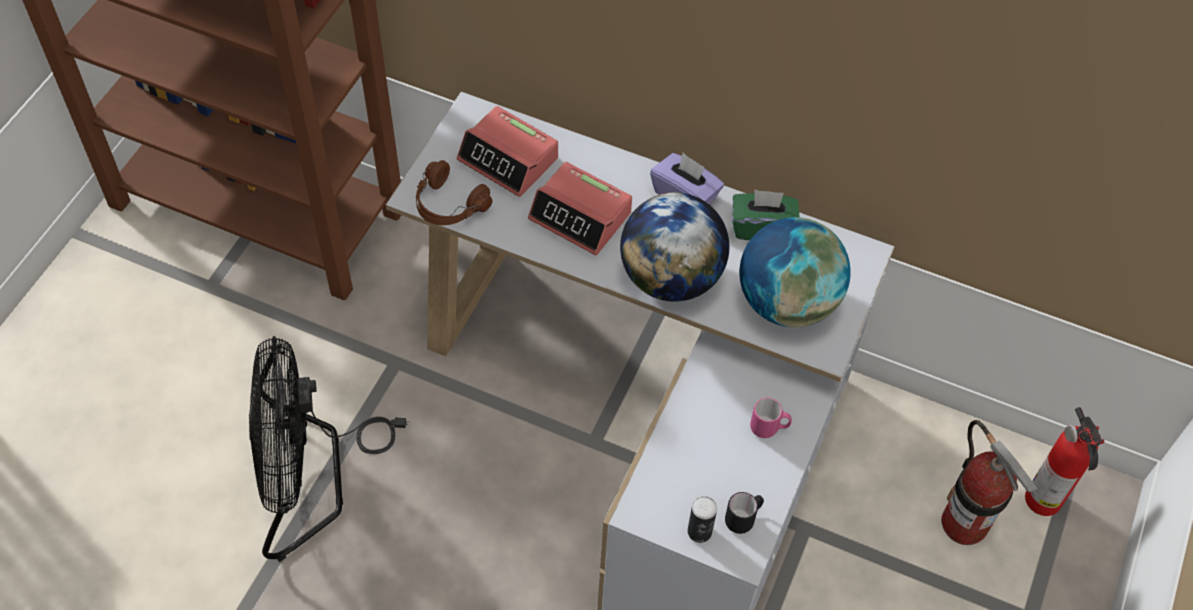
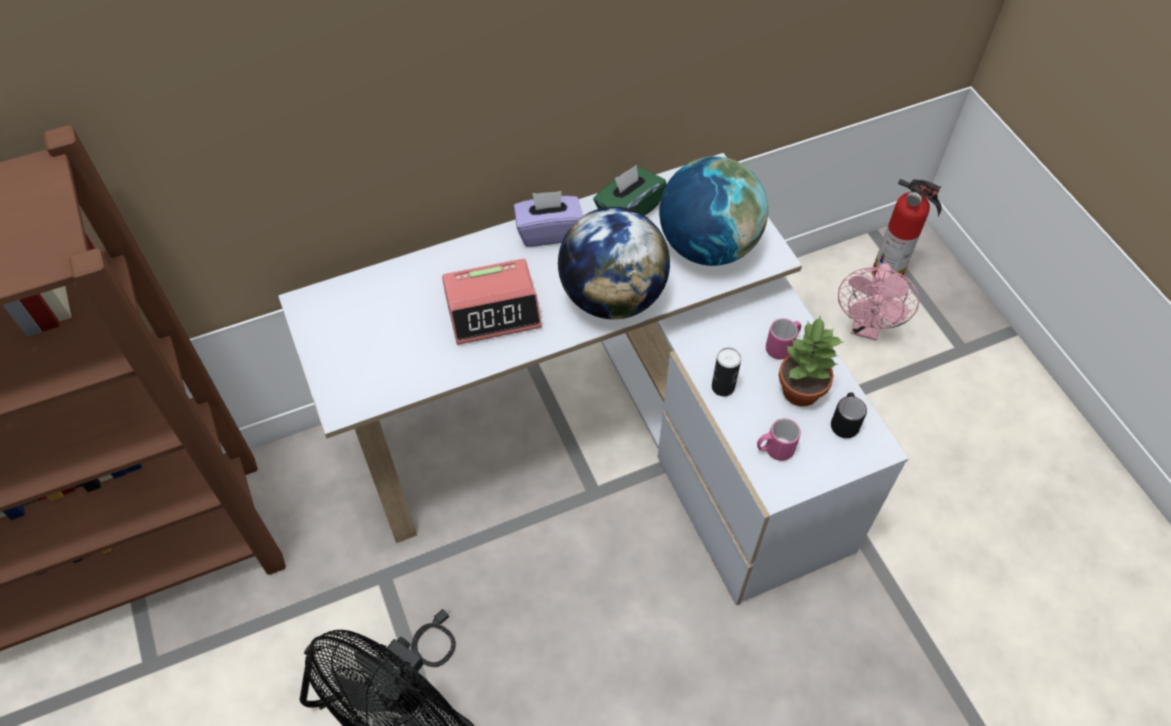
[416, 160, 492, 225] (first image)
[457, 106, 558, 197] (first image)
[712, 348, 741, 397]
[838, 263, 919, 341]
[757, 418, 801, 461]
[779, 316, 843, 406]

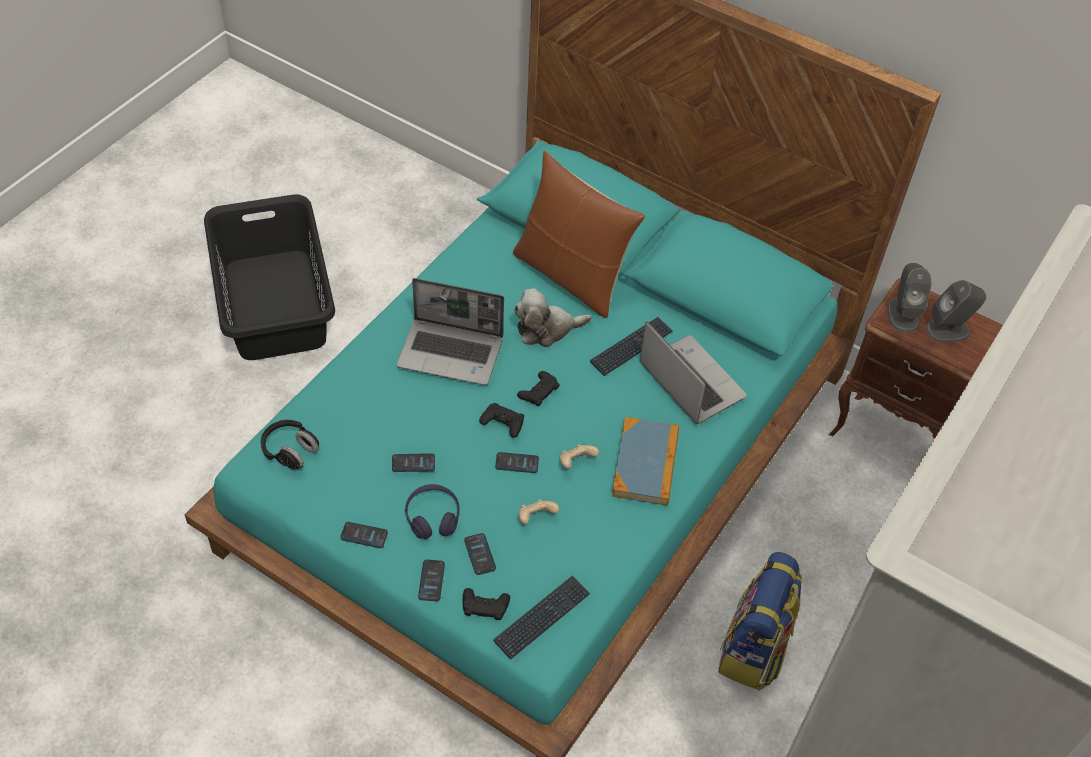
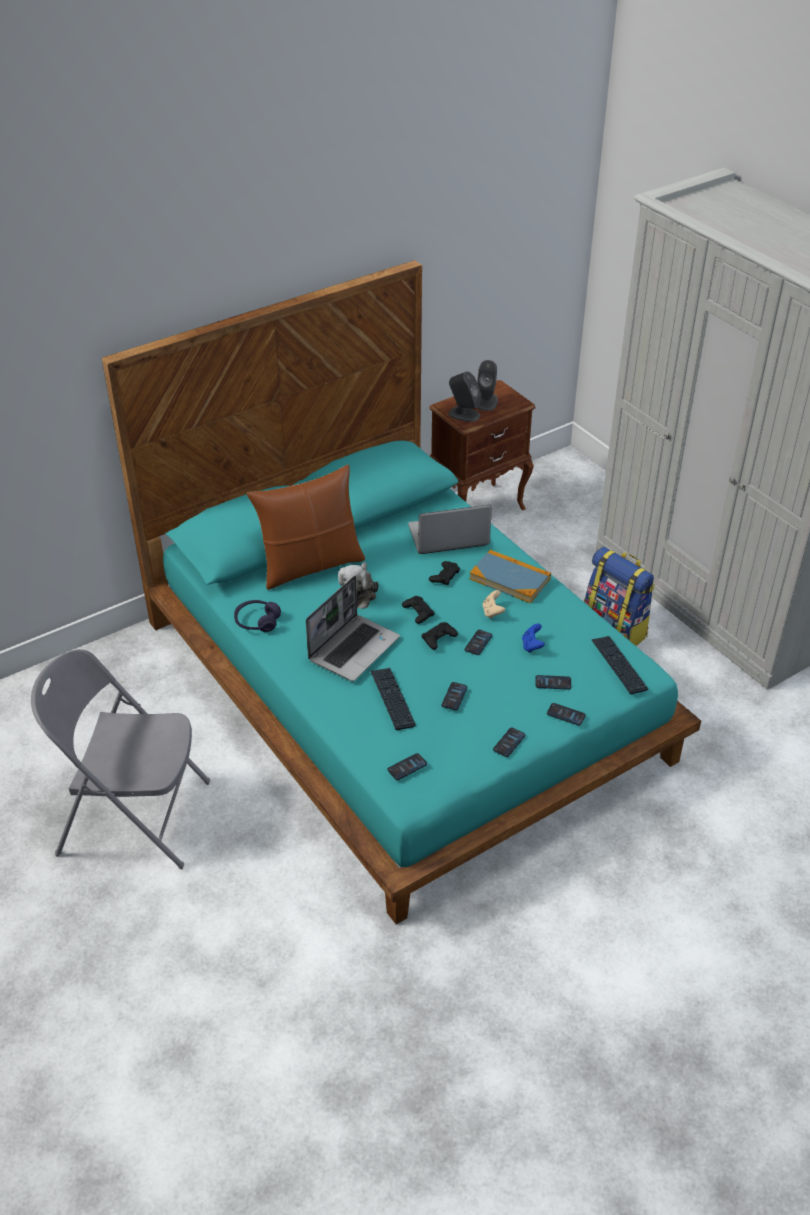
[31, 649, 210, 869]
[387, 753, 427, 780]
[234, 600, 281, 632]
[429, 561, 460, 585]
[522, 624, 545, 653]
[371, 668, 416, 730]

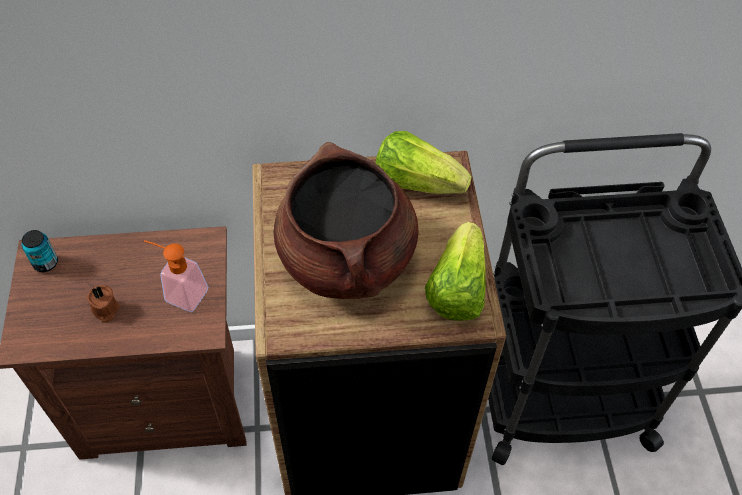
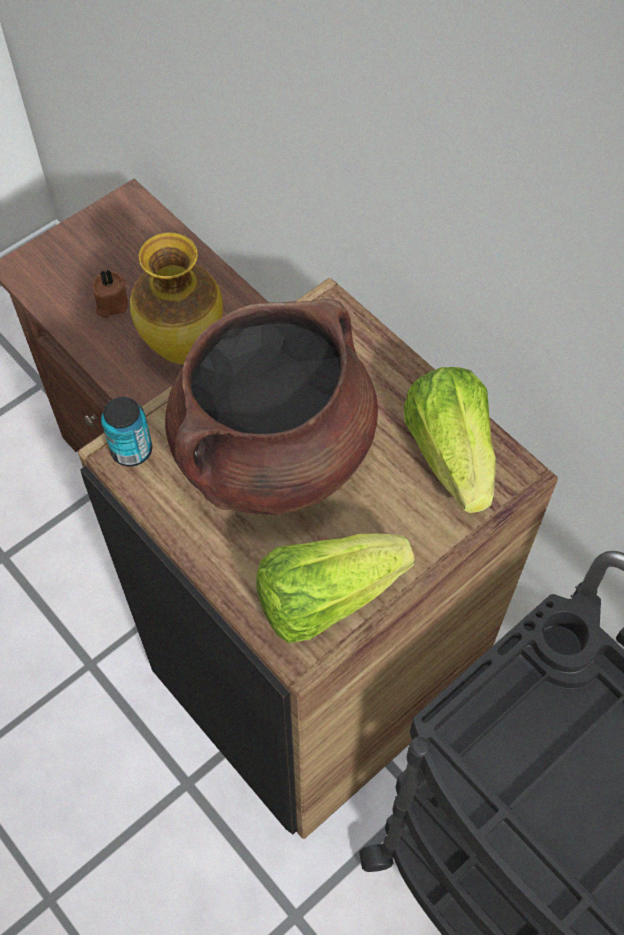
[101, 397, 152, 466]
[130, 233, 223, 364]

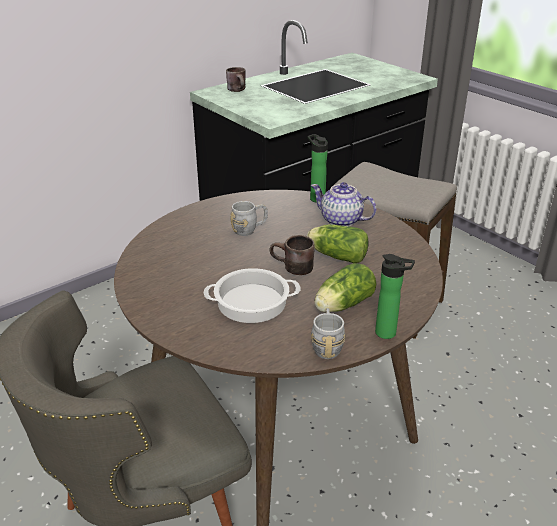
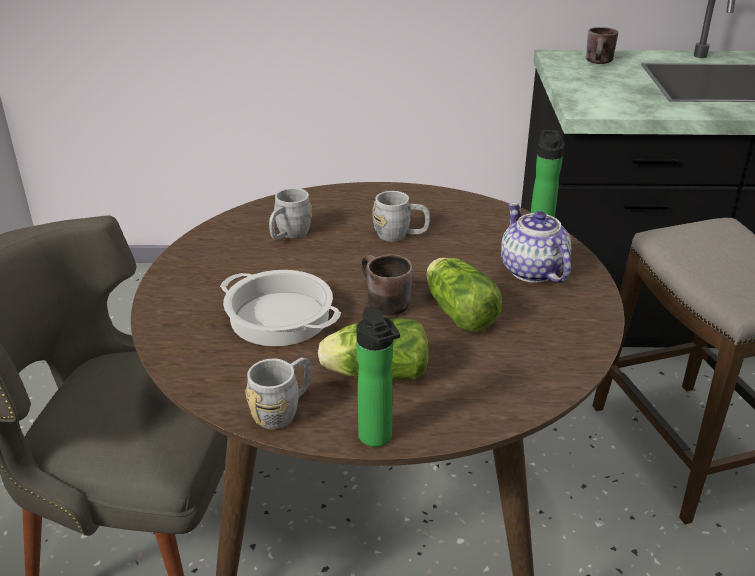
[269, 188, 312, 240]

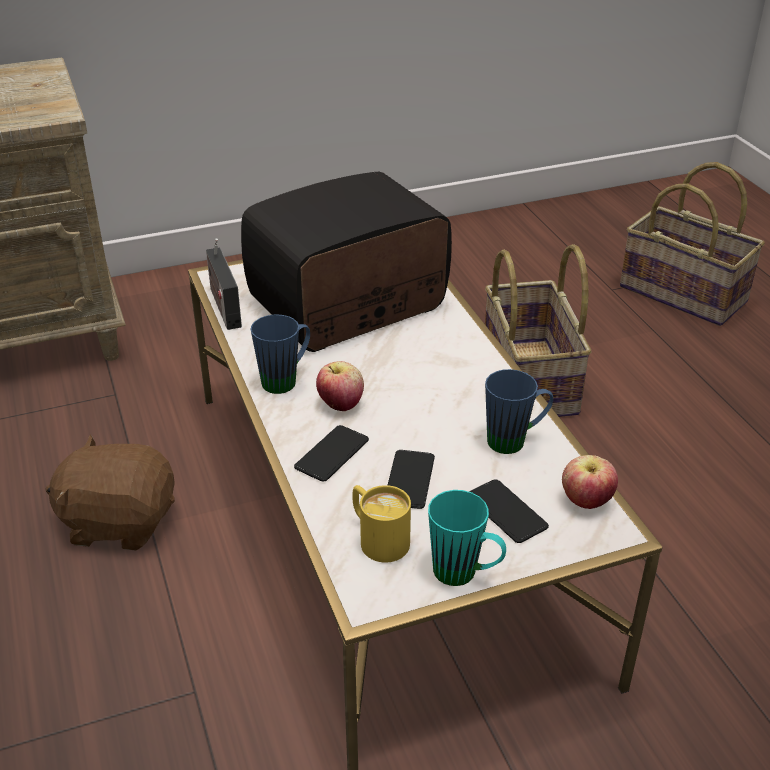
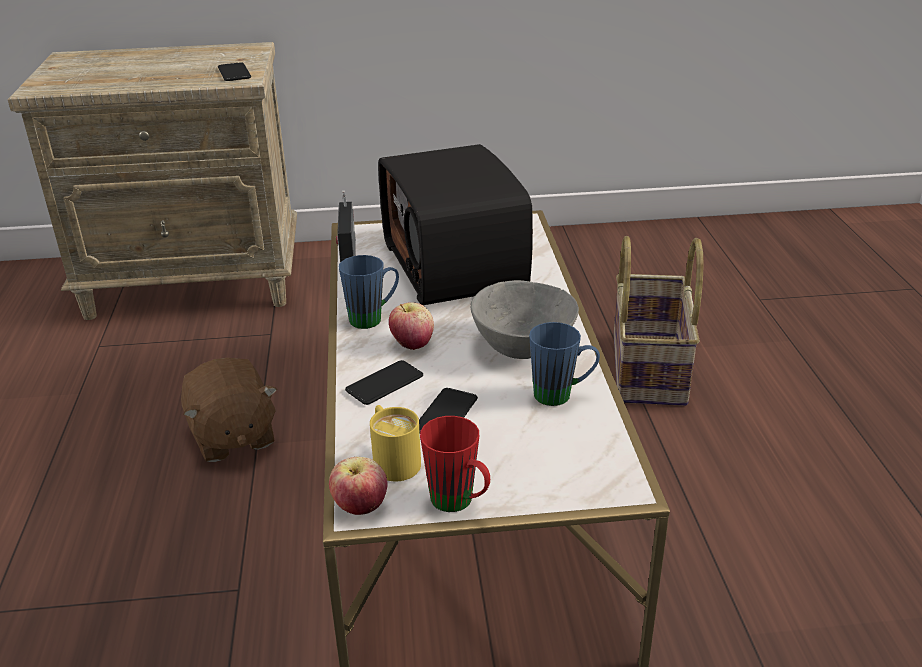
[181, 358, 277, 462]
[378, 144, 533, 305]
[420, 416, 490, 512]
[218, 62, 251, 81]
[329, 457, 387, 515]
[620, 162, 765, 326] (first image)
[470, 280, 579, 359]

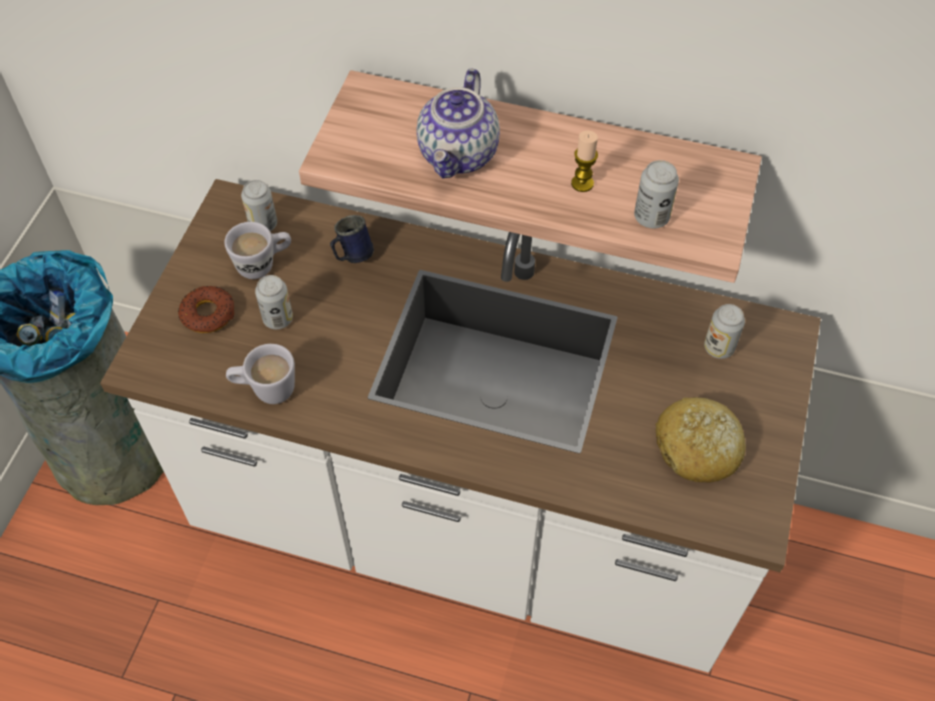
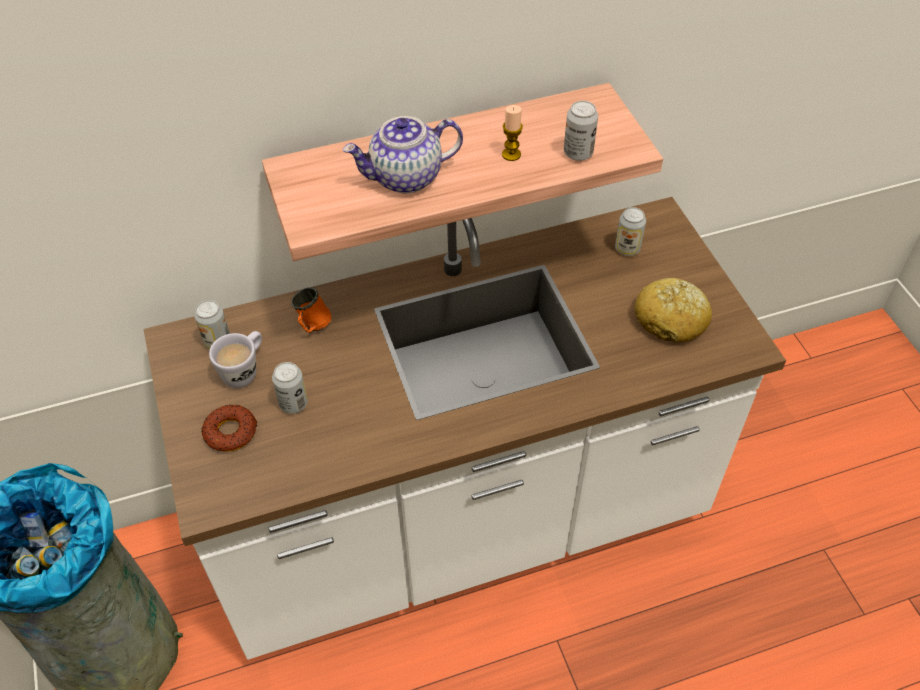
[226, 344, 295, 404] (first image)
[291, 287, 332, 333]
[343, 116, 463, 193]

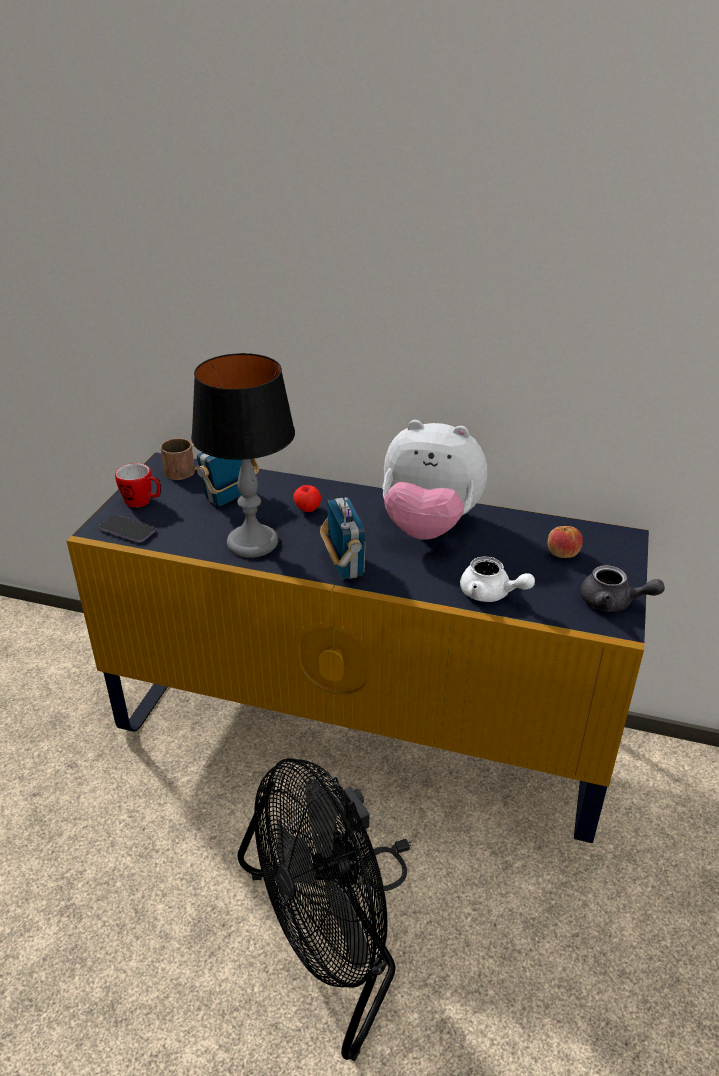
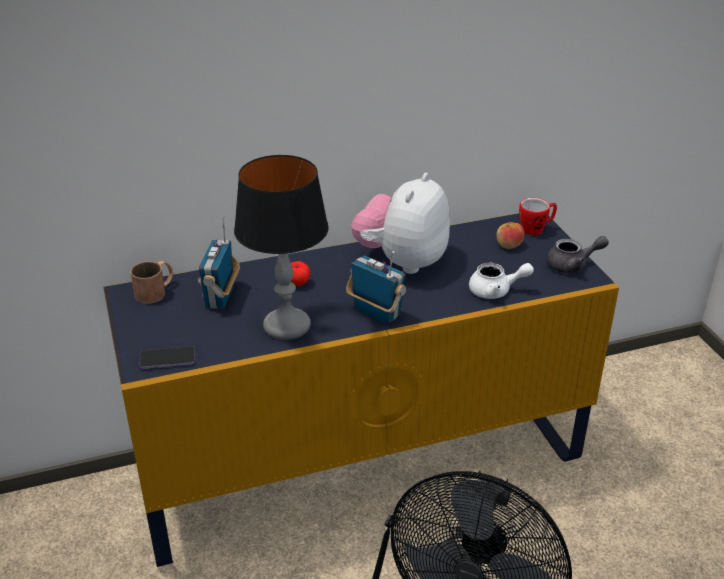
[519, 198, 557, 236]
[351, 173, 450, 274]

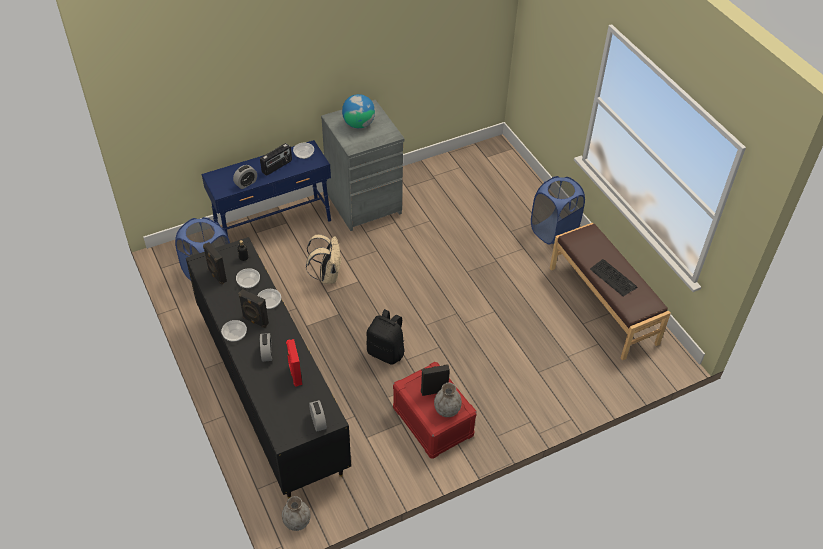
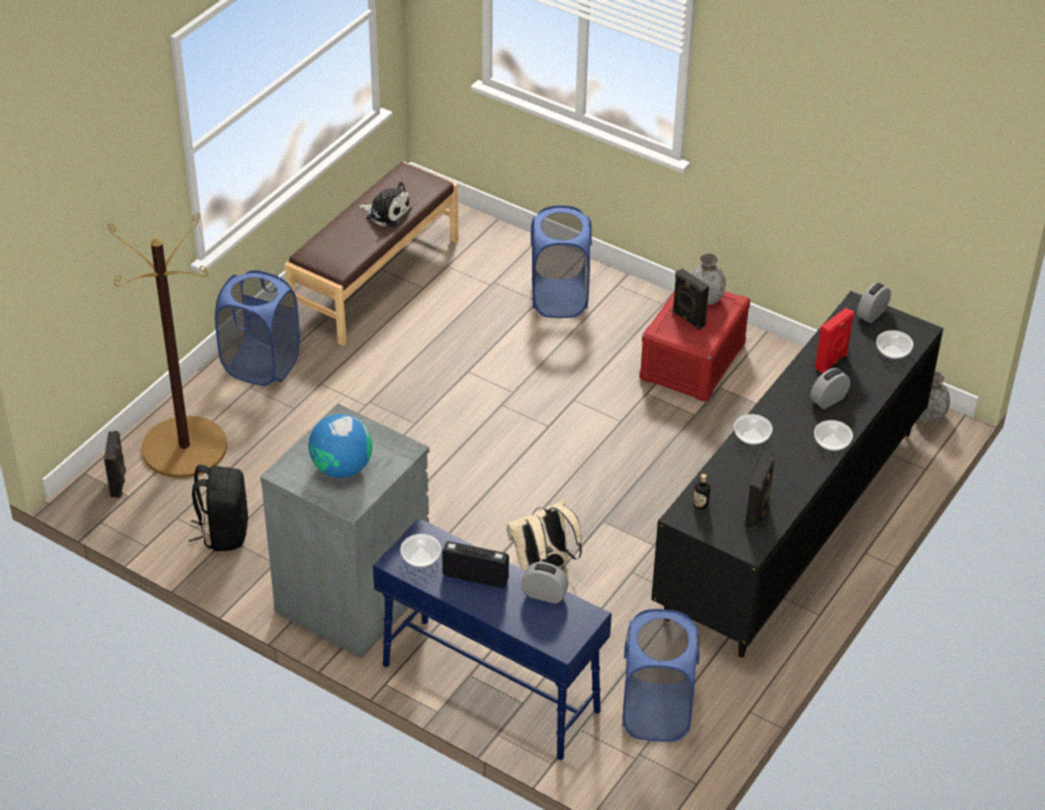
[876, 330, 913, 359]
[104, 431, 126, 498]
[188, 465, 248, 551]
[359, 182, 412, 228]
[108, 213, 227, 478]
[531, 206, 592, 318]

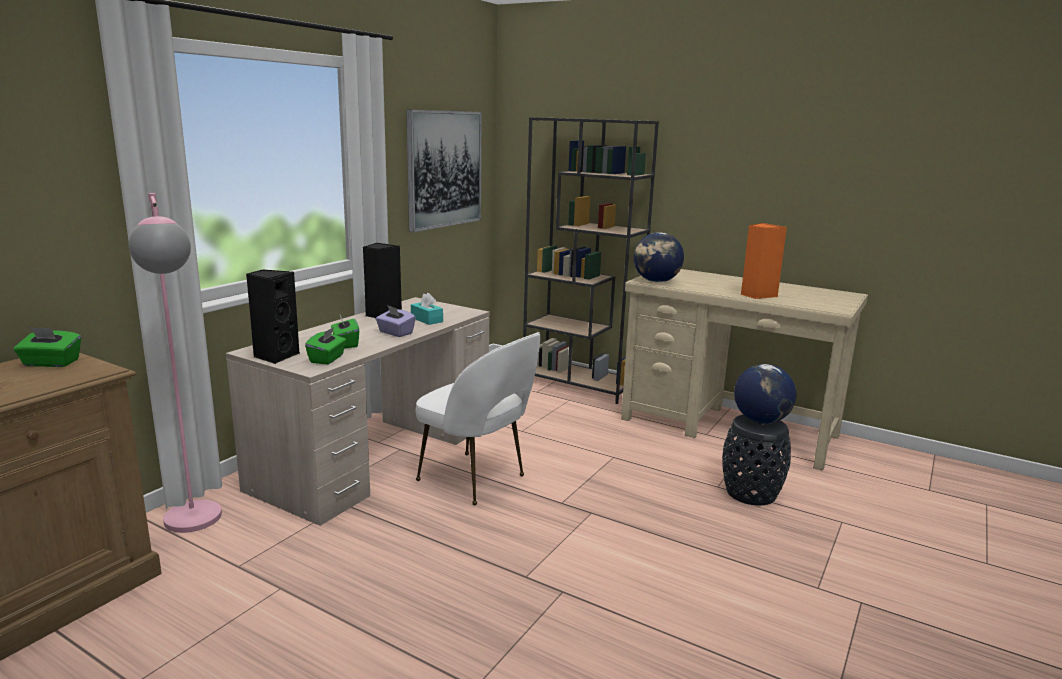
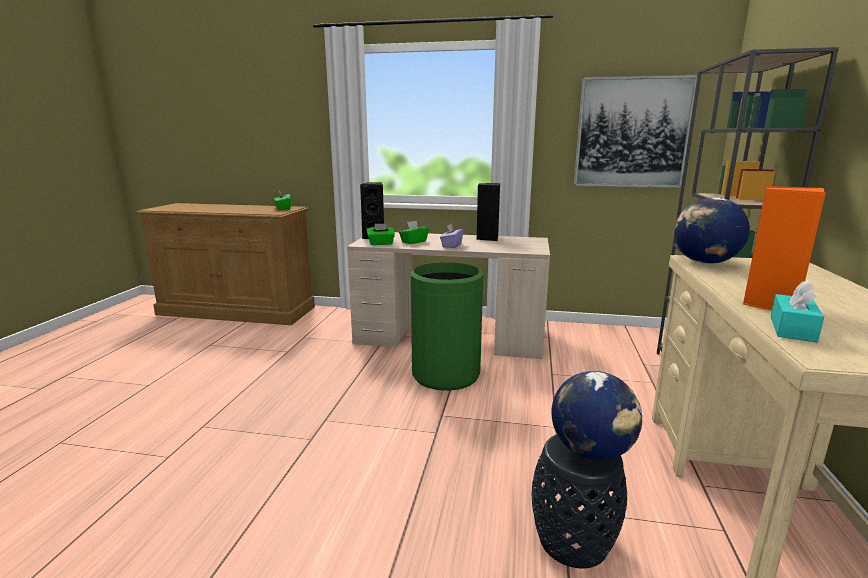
[129, 193, 222, 533] (first image)
[771, 280, 824, 343]
[411, 262, 483, 391]

